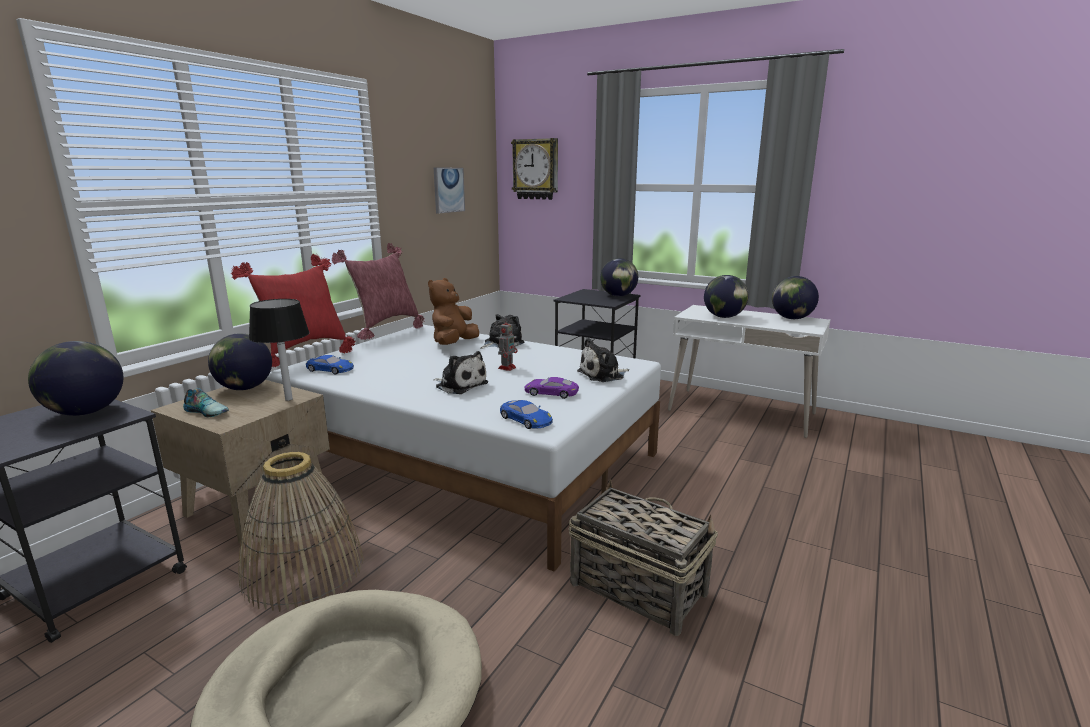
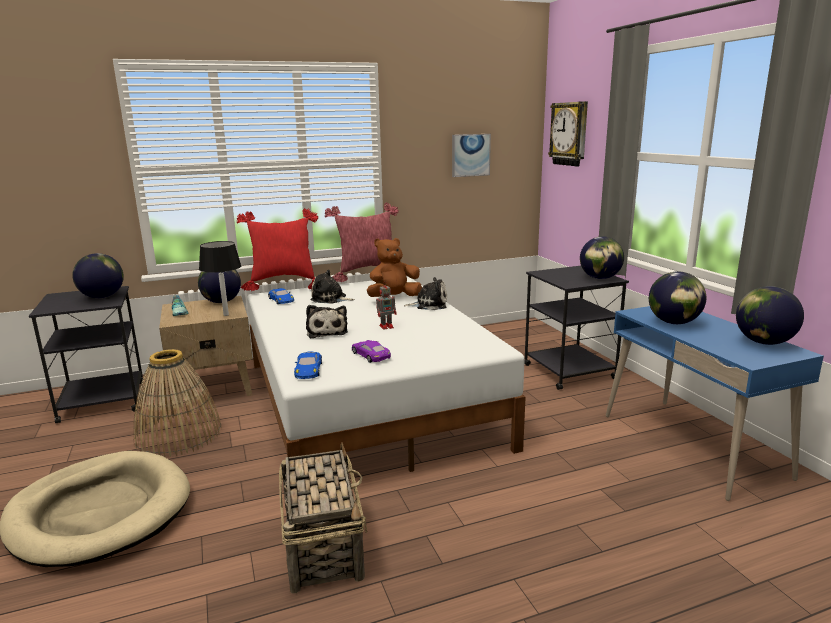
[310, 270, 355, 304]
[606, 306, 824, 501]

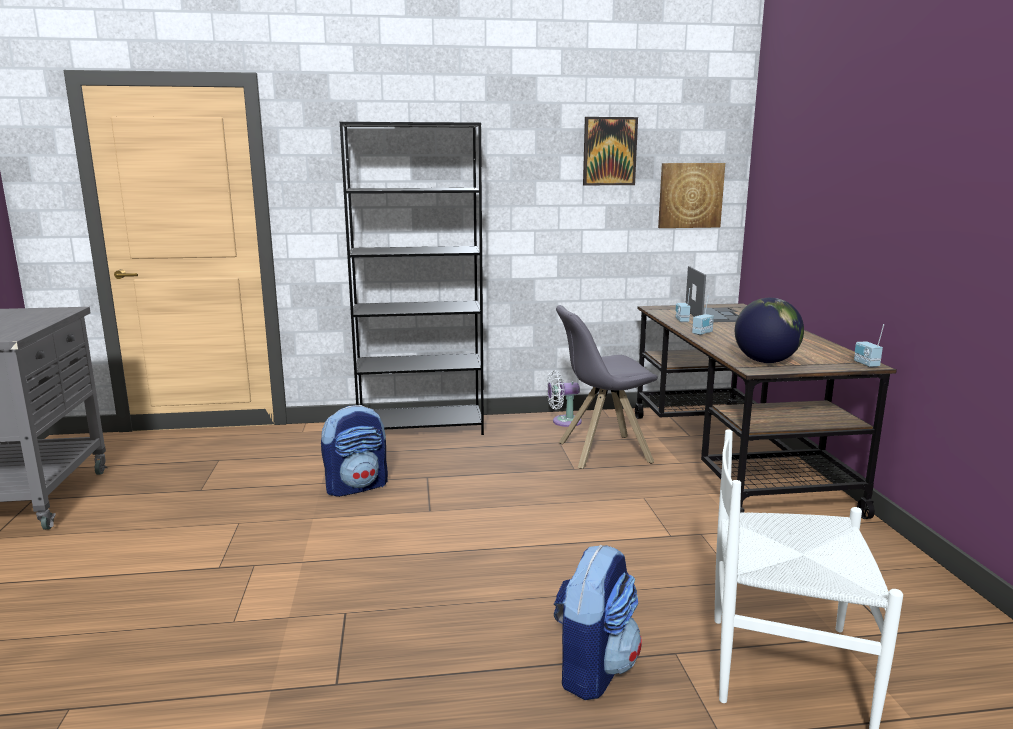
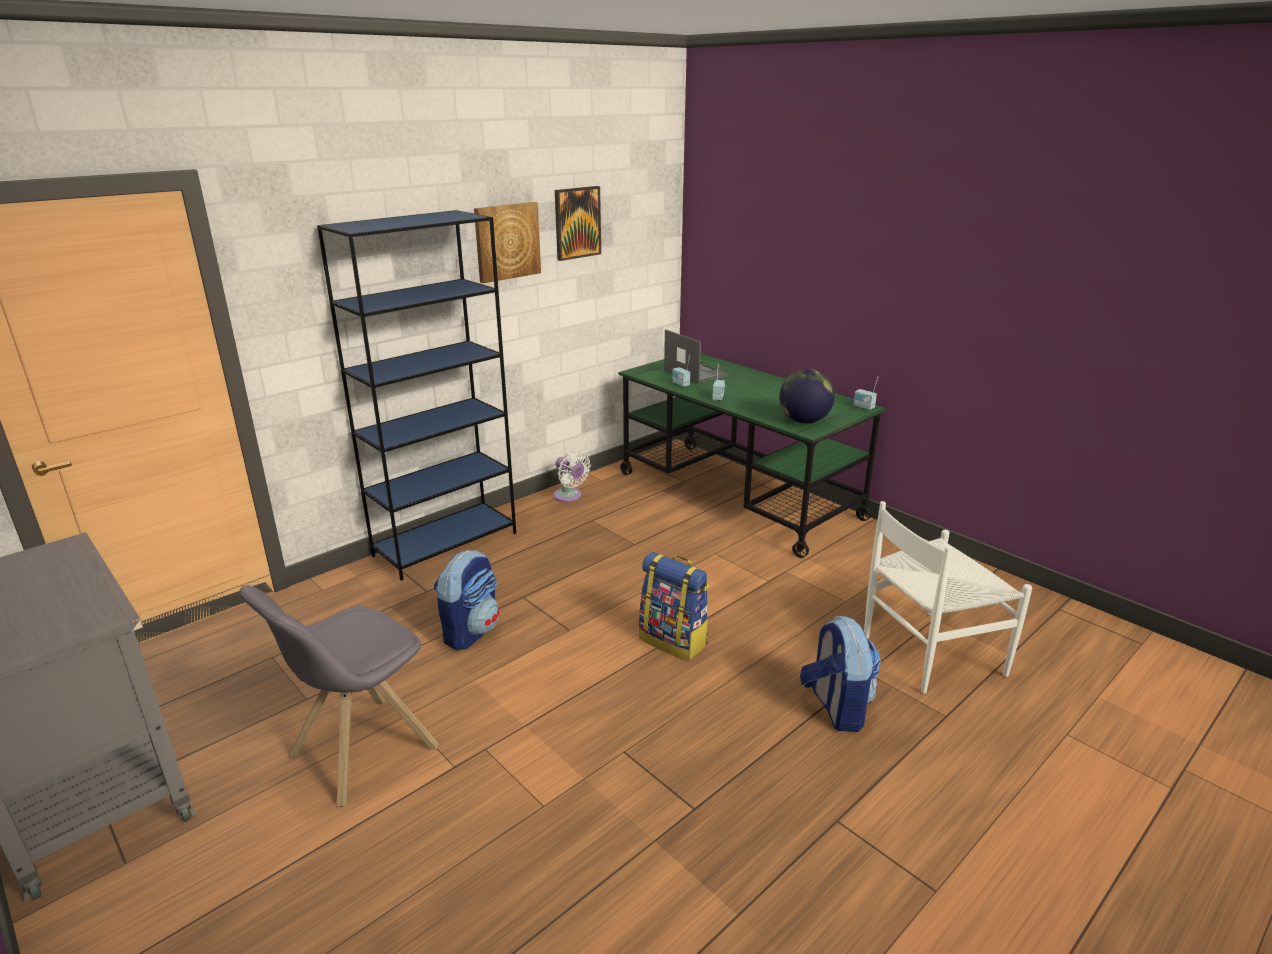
[317, 210, 516, 581]
[553, 450, 591, 502]
[239, 585, 439, 807]
[619, 353, 886, 558]
[474, 202, 541, 283]
[639, 552, 709, 660]

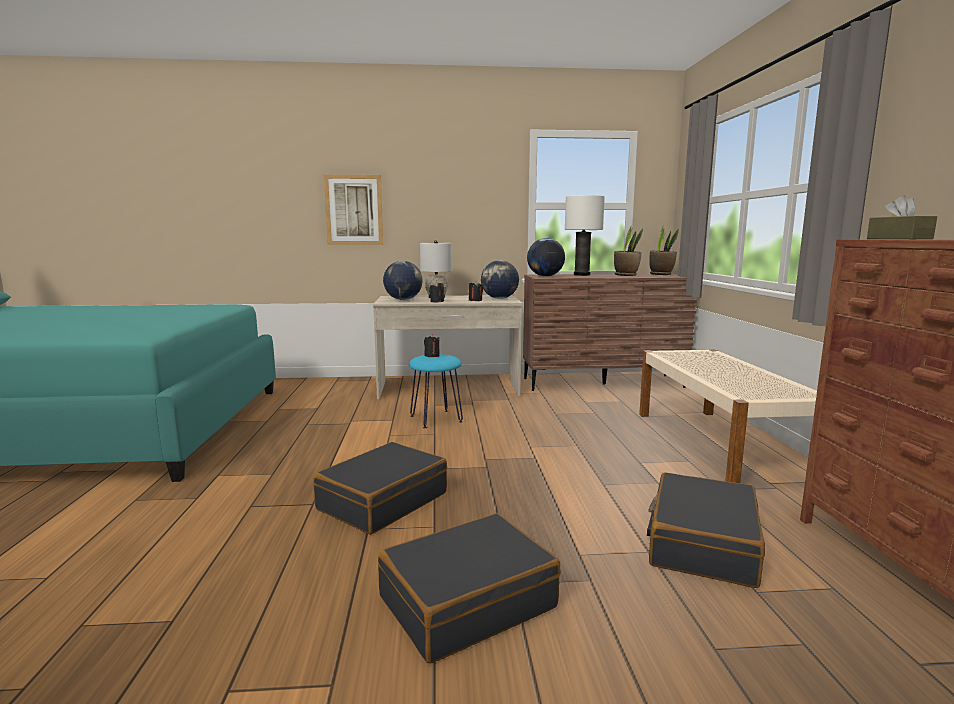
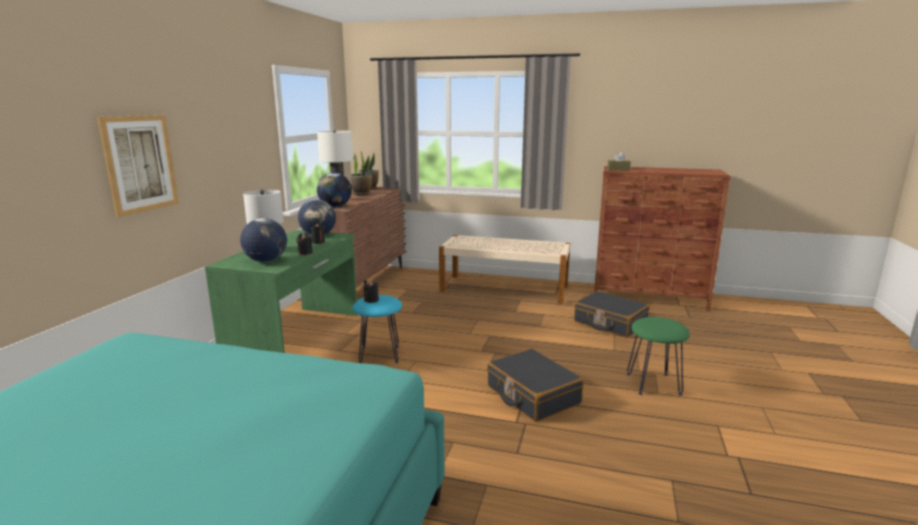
[205, 230, 358, 353]
[627, 317, 690, 396]

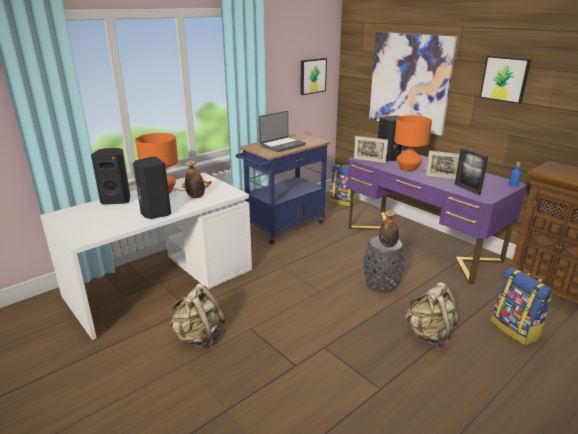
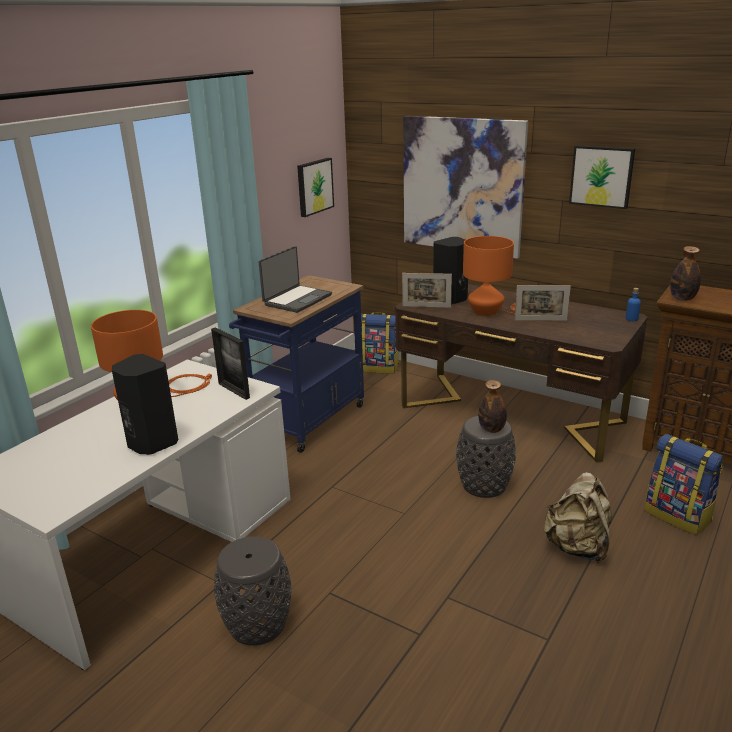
[91, 148, 130, 204] (first image)
[214, 536, 291, 646]
[670, 246, 701, 301]
[395, 284, 648, 463]
[211, 327, 250, 400]

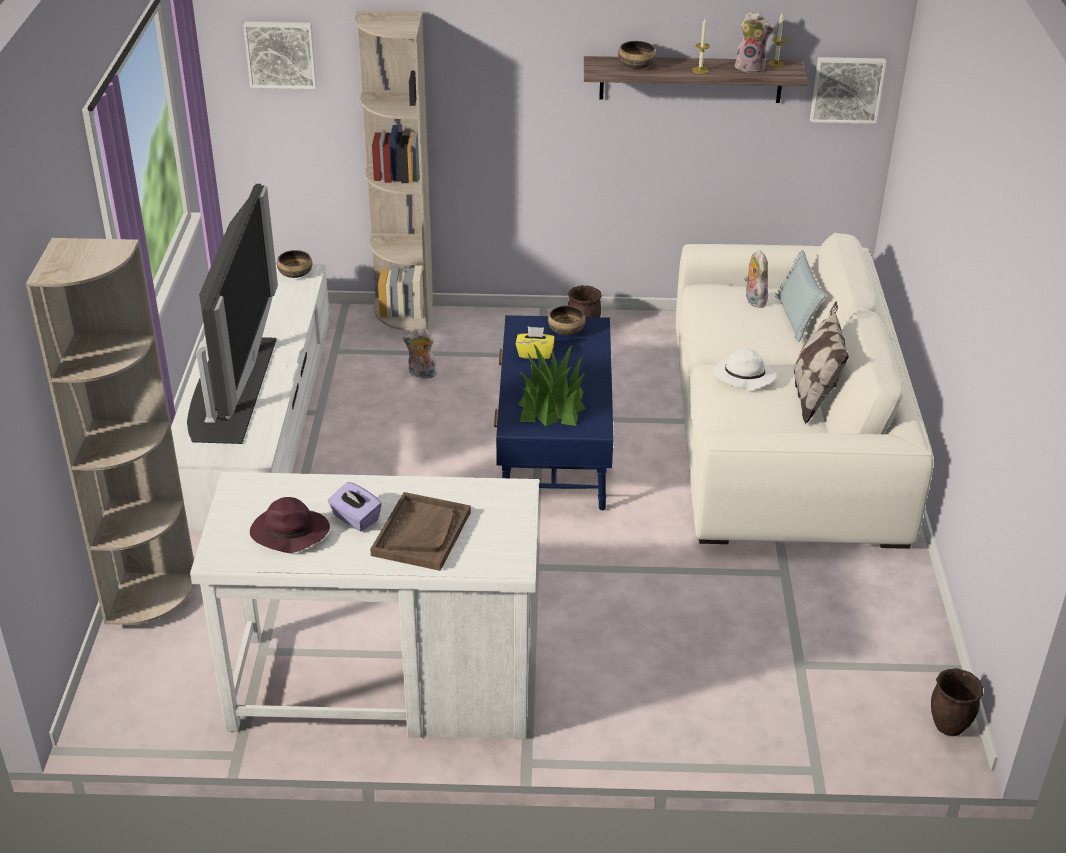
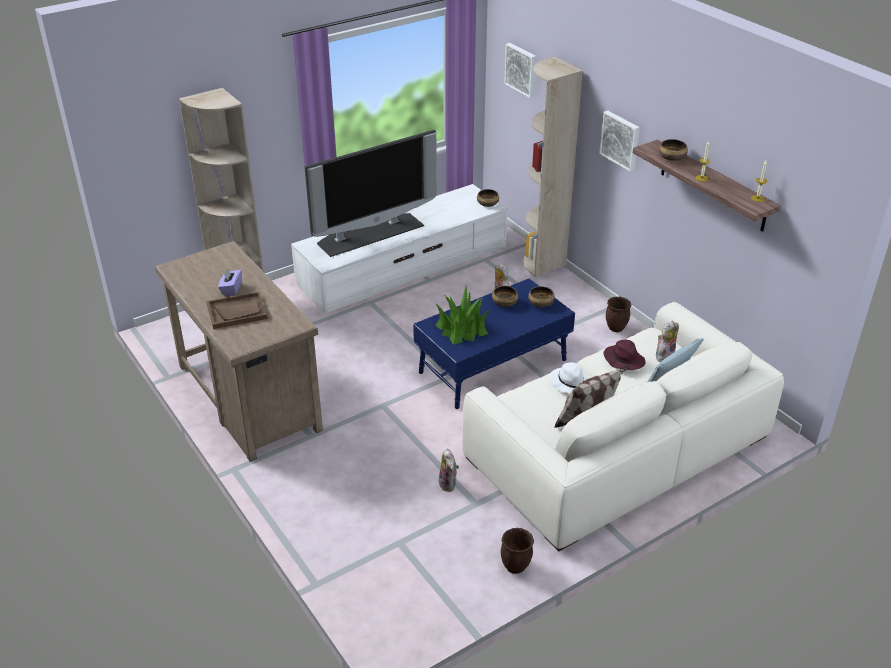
[155, 241, 323, 462]
[604, 340, 646, 370]
[492, 286, 518, 307]
[439, 448, 459, 492]
[599, 111, 640, 172]
[501, 528, 534, 574]

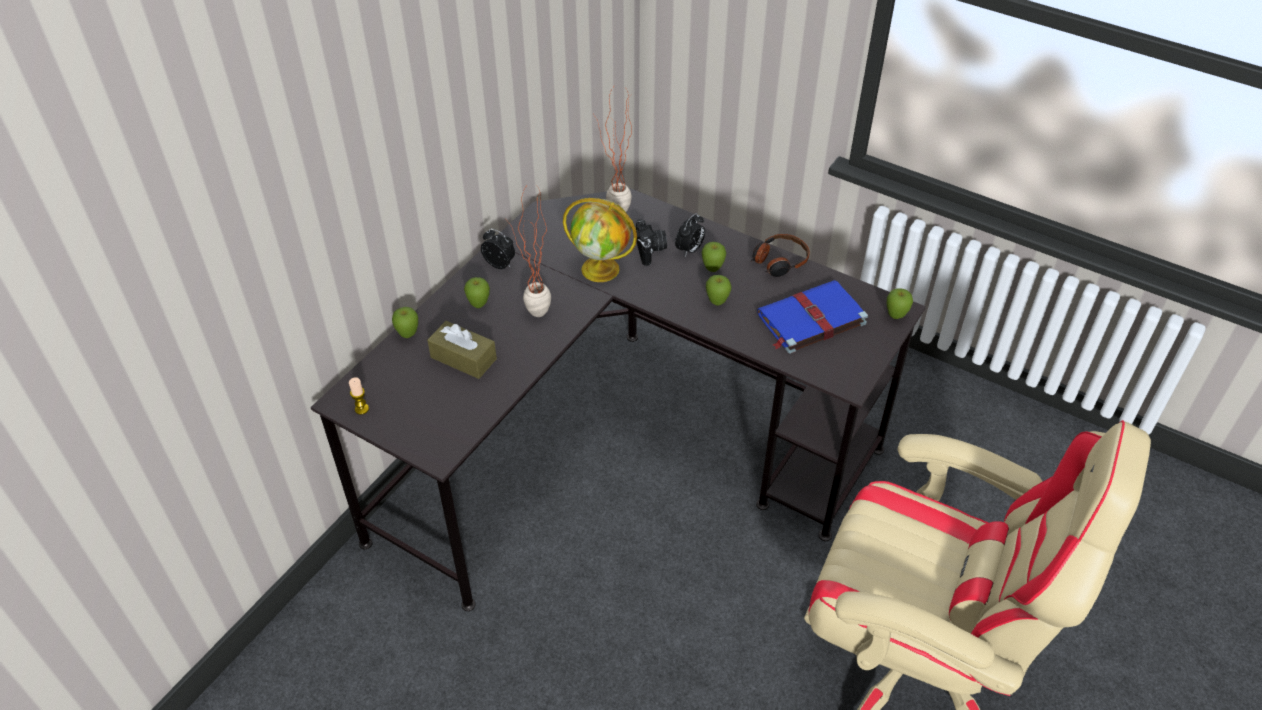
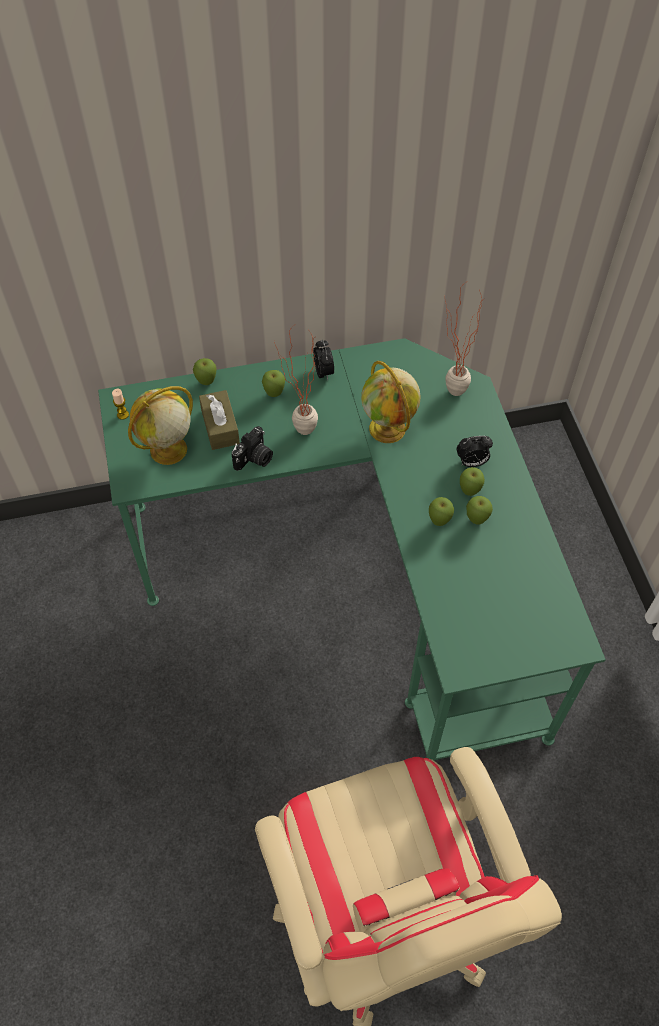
[98, 338, 606, 761]
[232, 426, 273, 471]
[751, 234, 810, 277] (first image)
[757, 280, 868, 354] (first image)
[466, 496, 493, 525]
[128, 386, 193, 465]

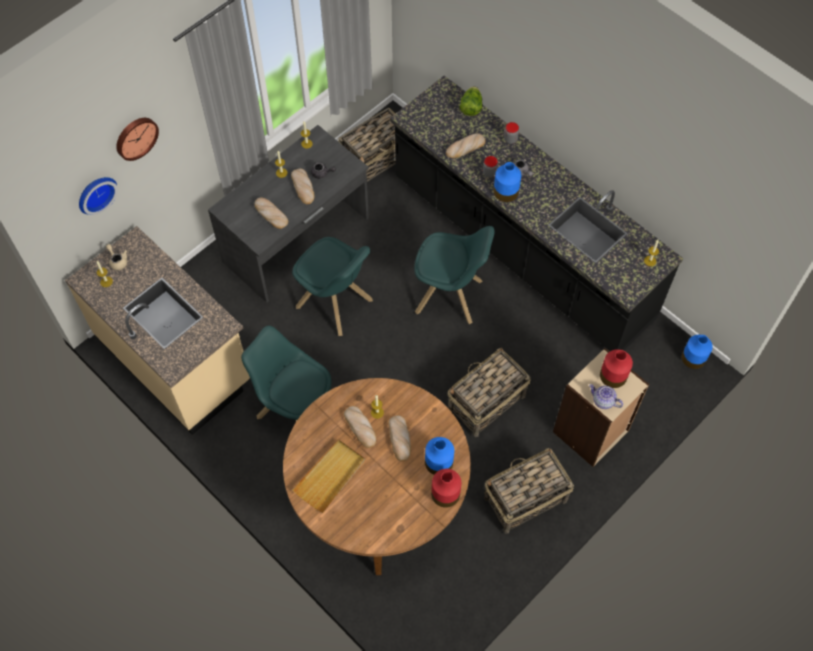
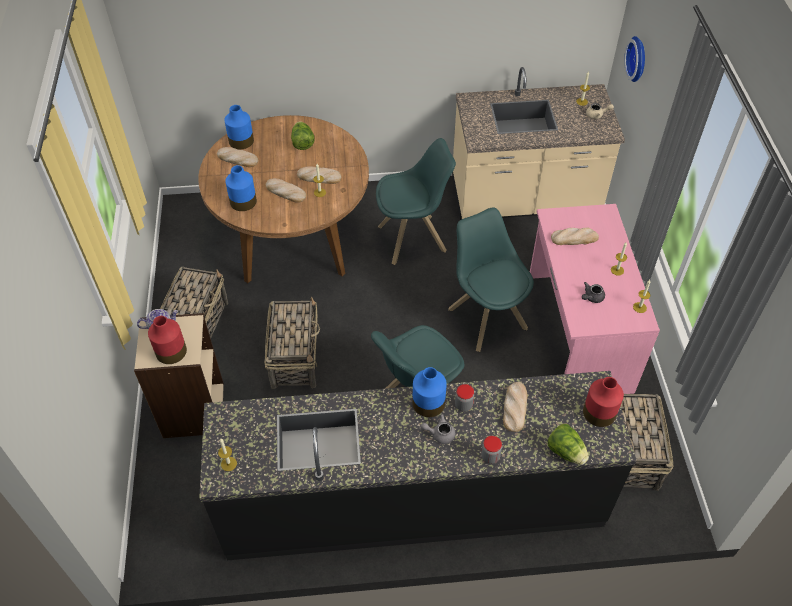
[116, 118, 159, 161] (first image)
[530, 204, 660, 394]
[217, 147, 258, 167]
[448, 208, 534, 352]
[291, 121, 315, 150]
[583, 377, 624, 427]
[224, 105, 254, 149]

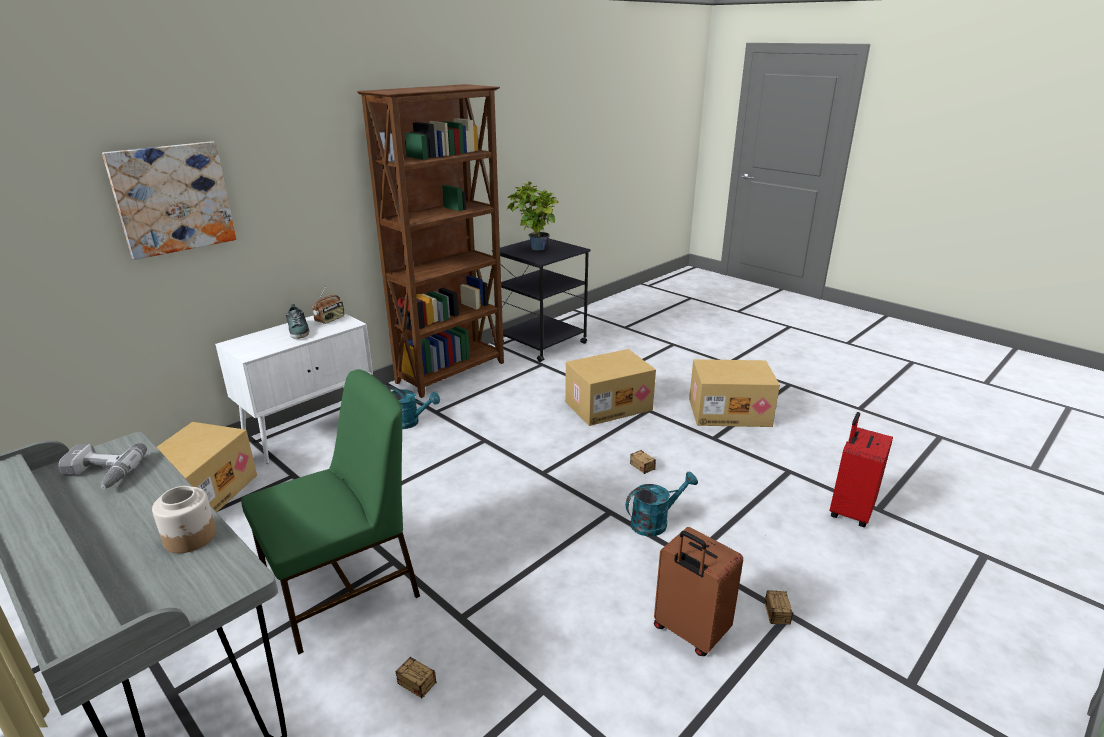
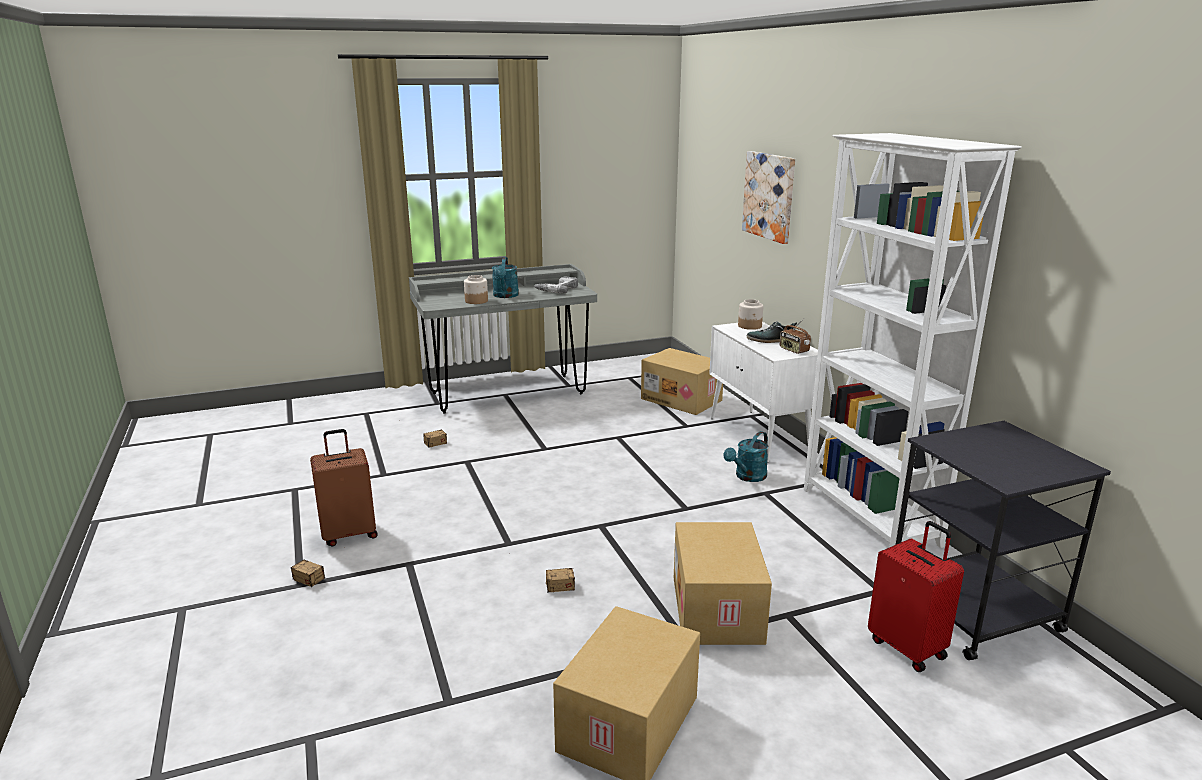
[241, 369, 420, 655] (first image)
[804, 133, 1022, 548]
[507, 182, 559, 251] (first image)
[492, 257, 519, 298]
[868, 521, 964, 672]
[738, 299, 763, 330]

